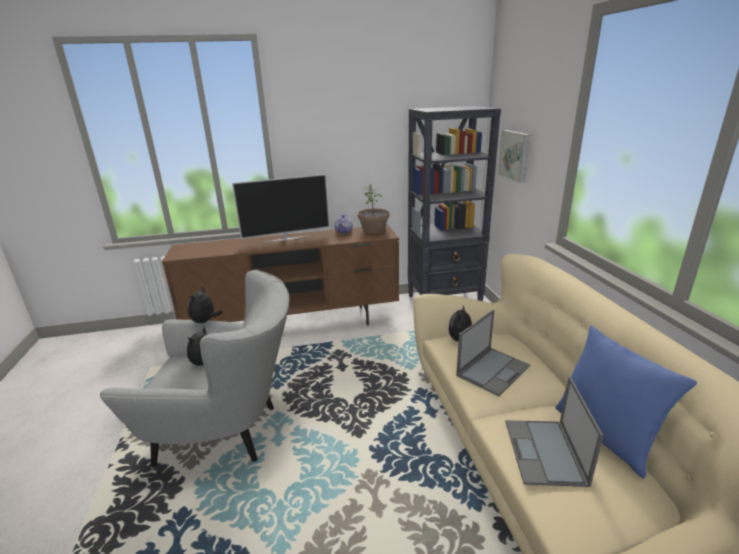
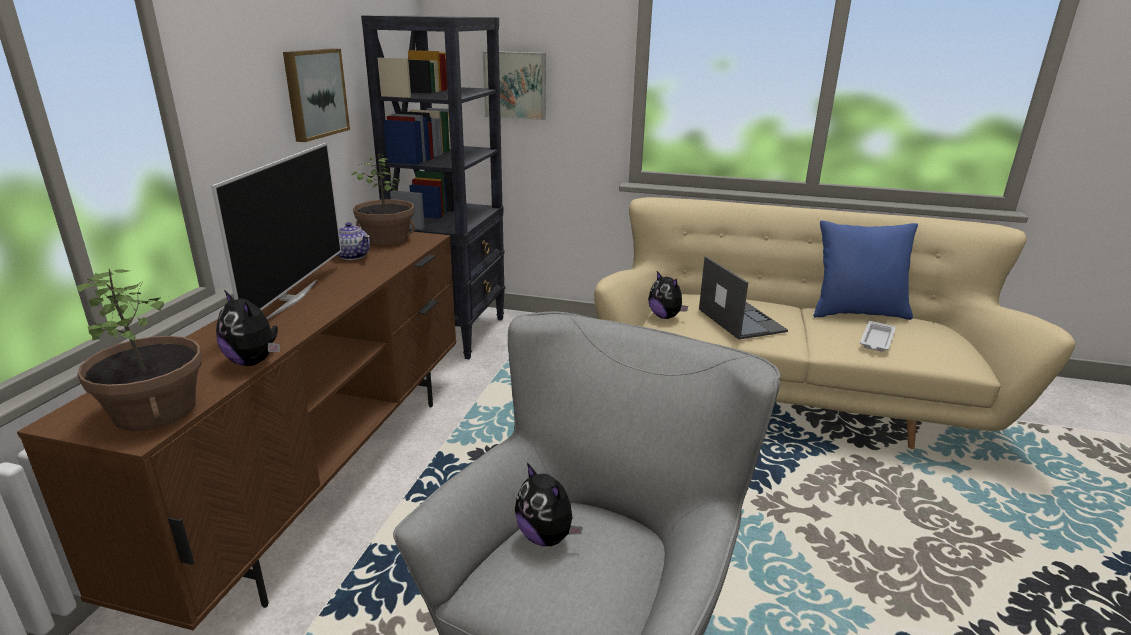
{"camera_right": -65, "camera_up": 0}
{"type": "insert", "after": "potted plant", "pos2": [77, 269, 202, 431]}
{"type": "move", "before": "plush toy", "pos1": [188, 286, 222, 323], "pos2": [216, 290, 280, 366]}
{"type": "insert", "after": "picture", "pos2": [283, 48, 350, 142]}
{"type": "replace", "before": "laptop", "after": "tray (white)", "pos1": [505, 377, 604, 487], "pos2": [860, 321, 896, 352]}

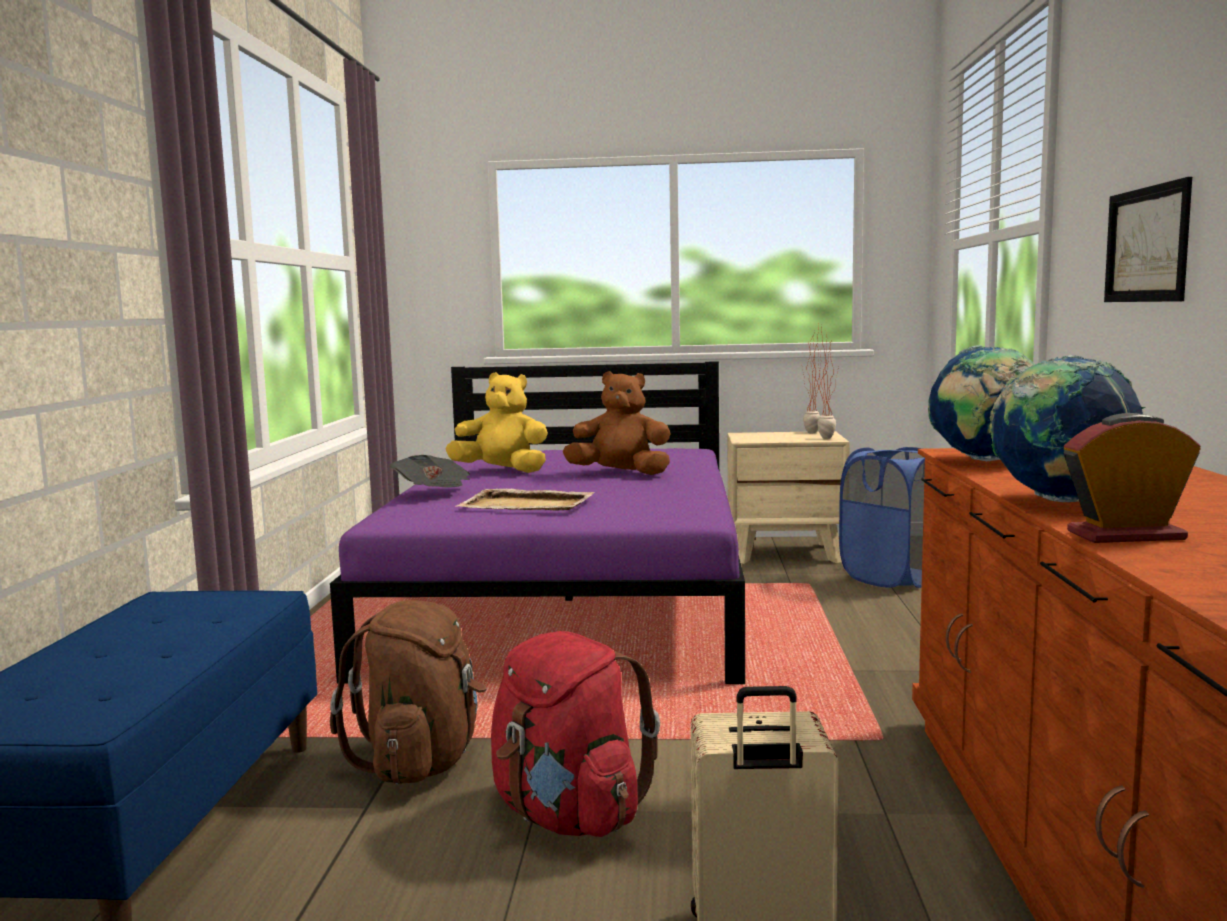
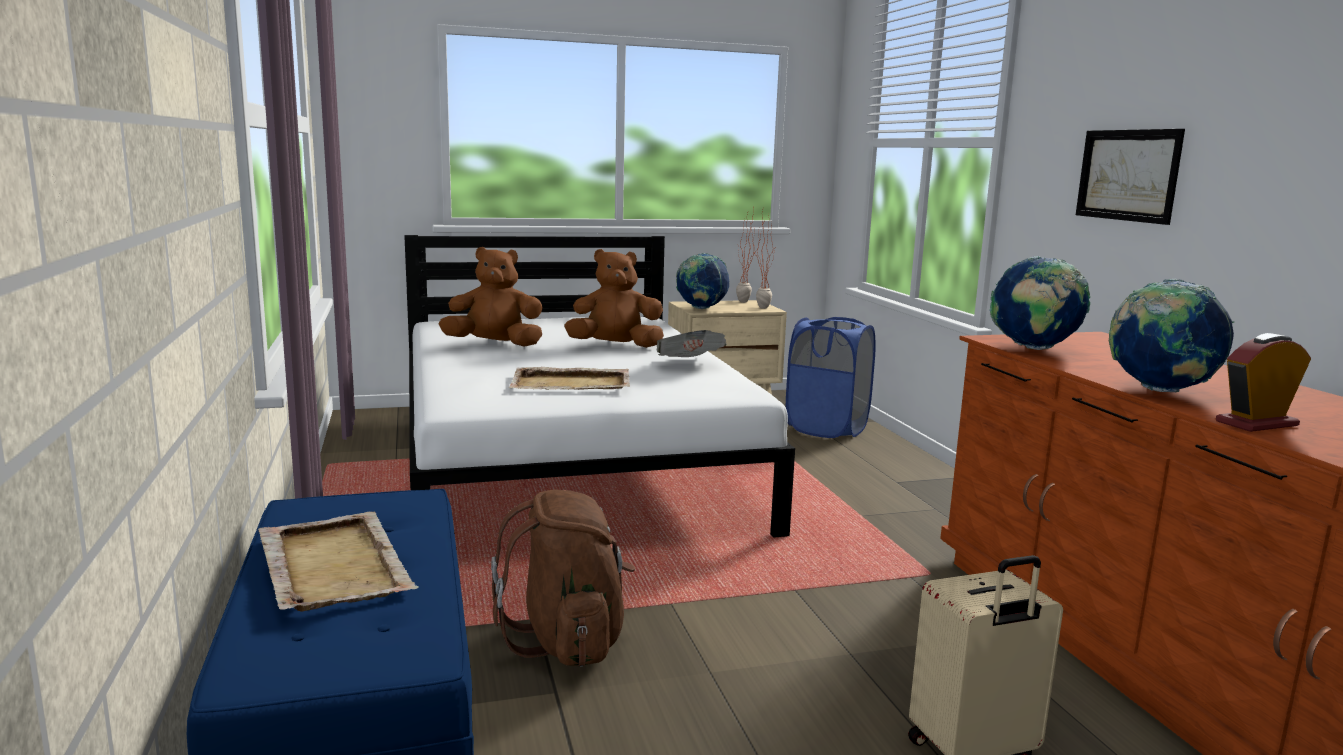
{"camera_right": -20, "camera_up": 5}
{"type": "insert", "after": "tray (beige)", "pos2": [258, 511, 419, 612]}
{"type": "recolor", "before": "bed (purple)", "after": "bed (white)", "pos1": [330, 361, 745, 684], "pos2": [404, 235, 795, 538]}
{"type": "recolor", "before": "plush toy (yellow)", "after": "plush toy (brown)", "pos1": [446, 372, 548, 473], "pos2": [439, 247, 543, 347]}
{"type": "move", "before": "newspaper", "pos1": [389, 455, 470, 488], "pos2": [657, 330, 727, 357]}
{"type": "insert", "after": "globe", "pos2": [676, 253, 729, 309]}
{"type": "delete", "before": "backpack (red)", "pos1": [491, 631, 660, 837]}

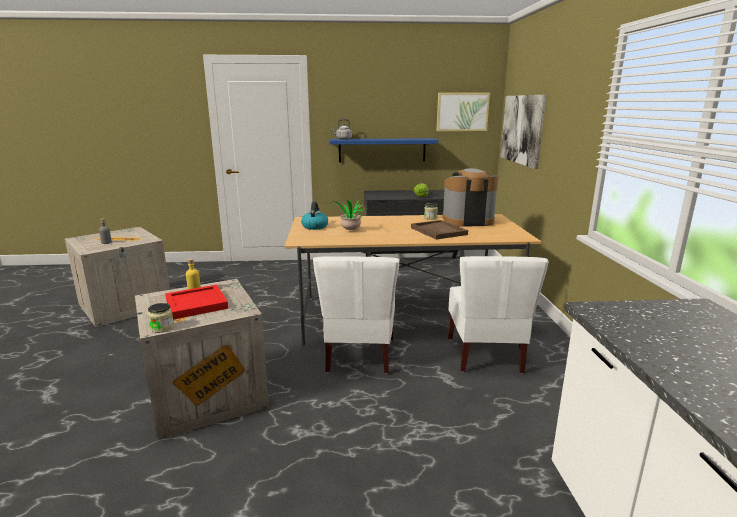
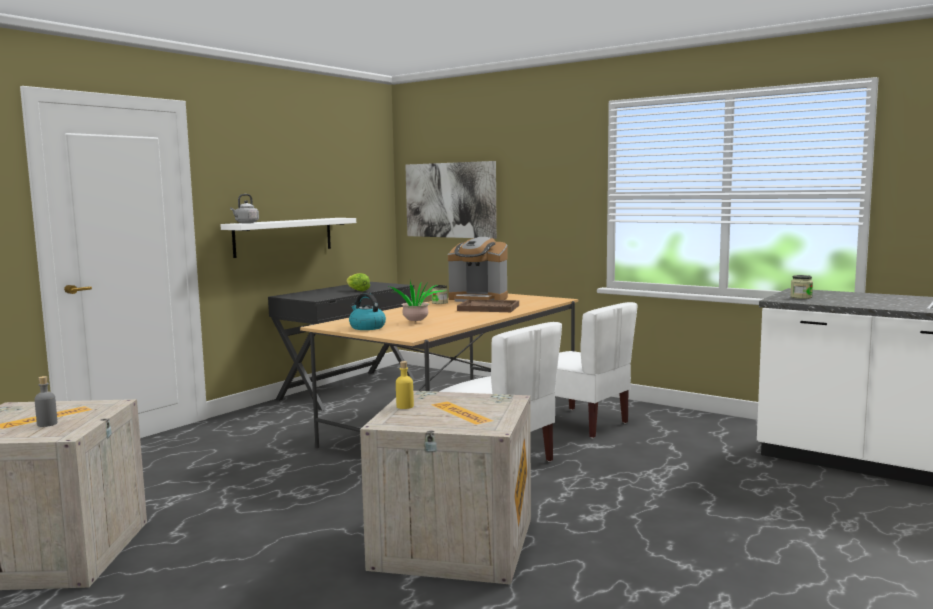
{"camera_right": -50, "camera_up": -10}
{"type": "recolor", "before": "shelf (blue)", "after": "shelf (white)", "pos1": [330, 138, 438, 162], "pos2": [220, 218, 356, 258]}
{"type": "rotate", "before": "coffee machine", "pos1": [443, 168, 499, 227], "pos2": [448, 237, 508, 302], "turn": -105}
{"type": "move", "before": "jar", "pos1": [148, 303, 174, 333], "pos2": [790, 275, 813, 299]}
{"type": "delete", "before": "tray (red)", "pos1": [165, 285, 229, 320]}
{"type": "delete", "before": "picture", "pos1": [436, 93, 490, 131]}

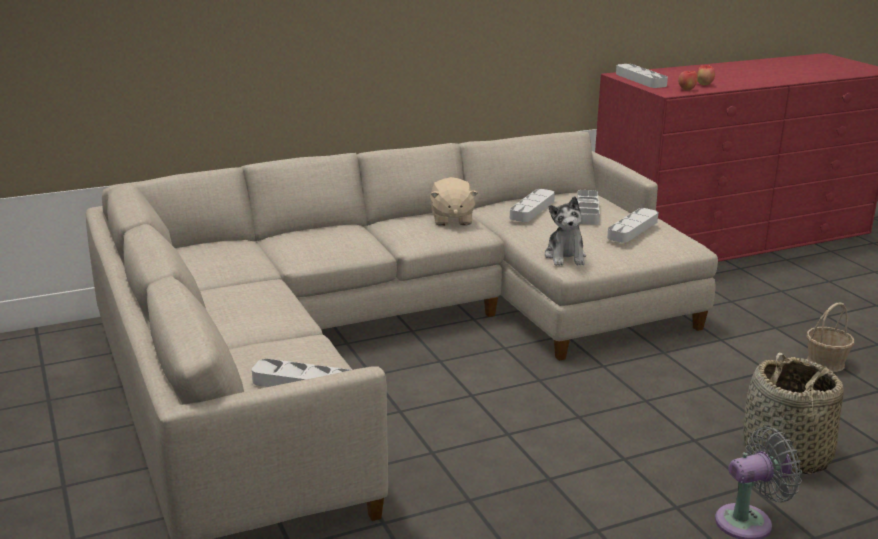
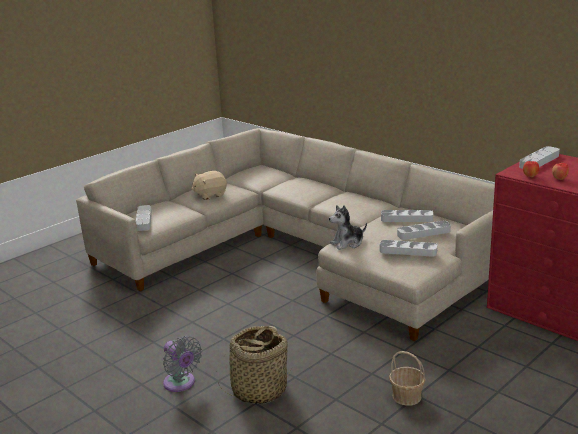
{"camera_right": 70, "camera_up": 0}
{"type": "move", "before": "plush toy (beige)", "pos1": [430, 177, 478, 226], "pos2": [191, 171, 227, 200]}

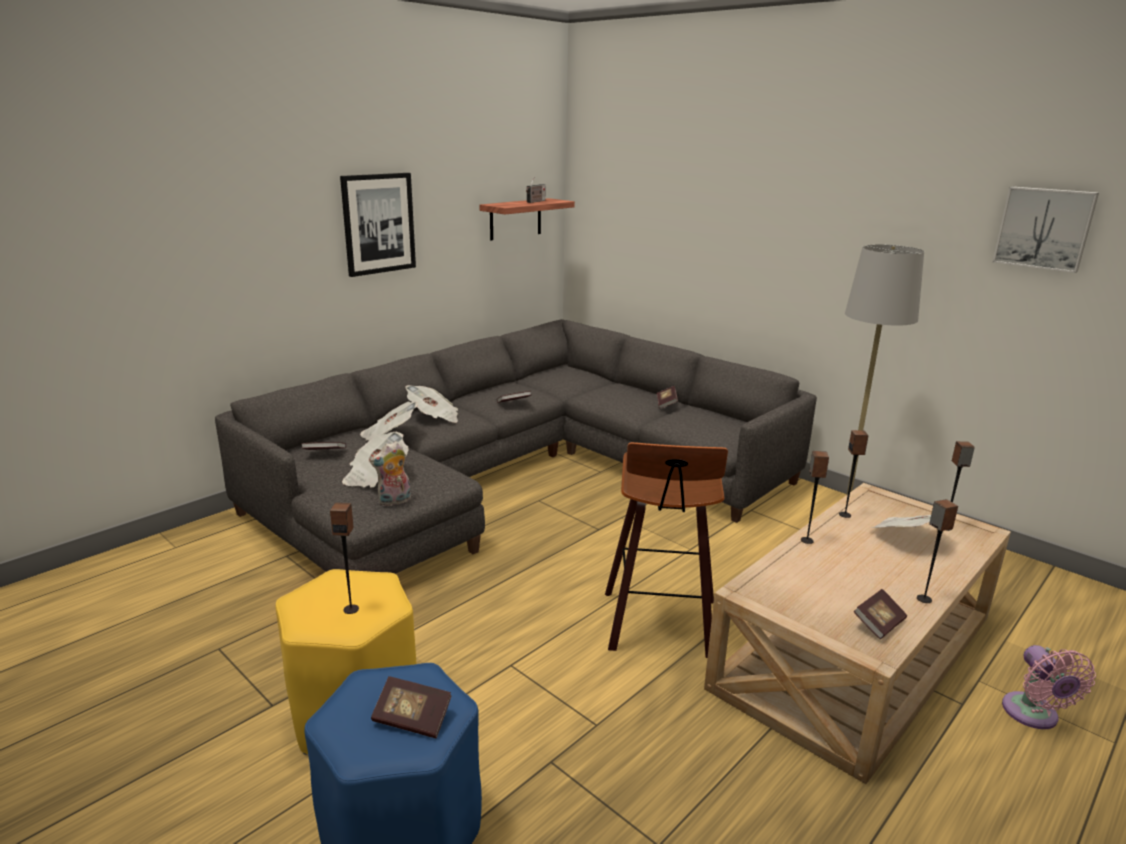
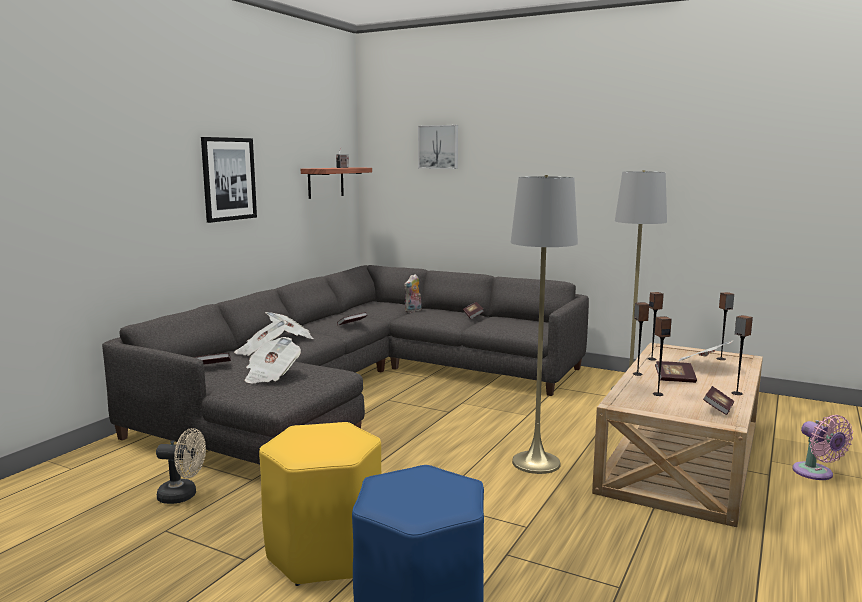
{"camera_right": -15, "camera_up": -10}
{"type": "insert", "after": "fan (beige)", "pos2": [156, 428, 206, 504]}
{"type": "move", "before": "plush toy", "pos1": [370, 441, 411, 506], "pos2": [404, 274, 422, 313]}
{"type": "move", "before": "picture", "pos1": [993, 187, 1099, 273], "pos2": [418, 125, 458, 169]}
{"type": "replace", "before": "stool", "after": "floor lamp (grey)", "pos1": [605, 442, 728, 658], "pos2": [511, 175, 578, 474]}
{"type": "move", "before": "speaker", "pos1": [330, 502, 359, 614], "pos2": [653, 316, 672, 396]}
{"type": "move", "before": "book", "pos1": [371, 676, 452, 738], "pos2": [655, 361, 697, 383]}

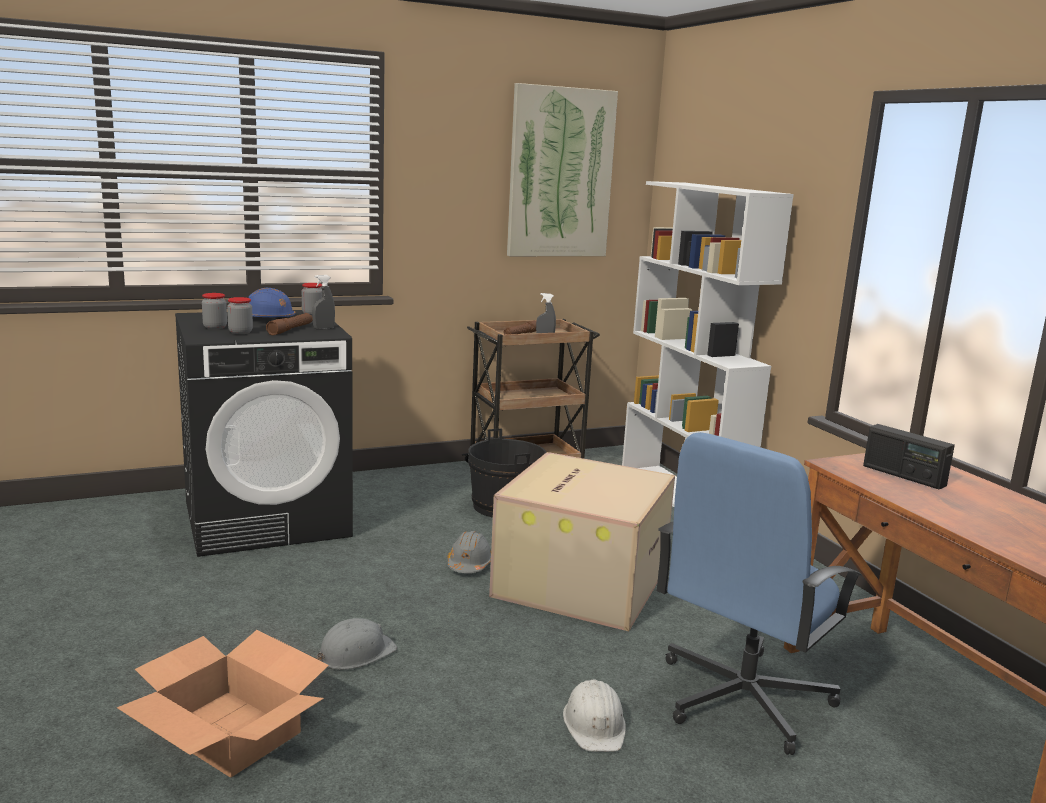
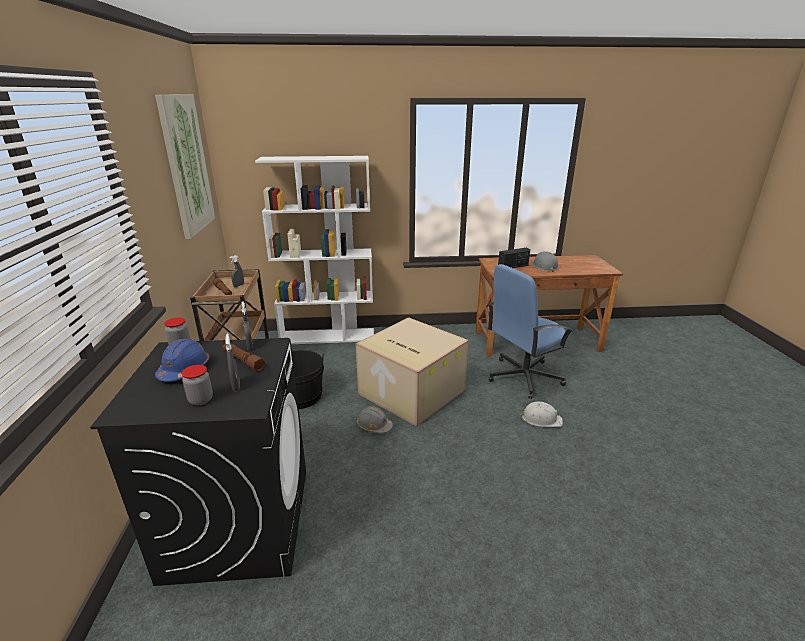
{"camera_right": -70, "camera_up": 10}
{"type": "replace", "before": "jar", "after": "spray bottle (grey)", "pos1": [227, 297, 253, 334], "pos2": [225, 334, 240, 392]}
{"type": "rotate", "before": "office chair (blue)", "pos1": [657, 432, 863, 755], "pos2": [488, 264, 573, 399], "turn": 90}
{"type": "move", "before": "hard hat (grey)", "pos1": [316, 618, 397, 669], "pos2": [531, 251, 559, 272]}
{"type": "delete", "before": "cardboard box", "pos1": [117, 630, 329, 778]}

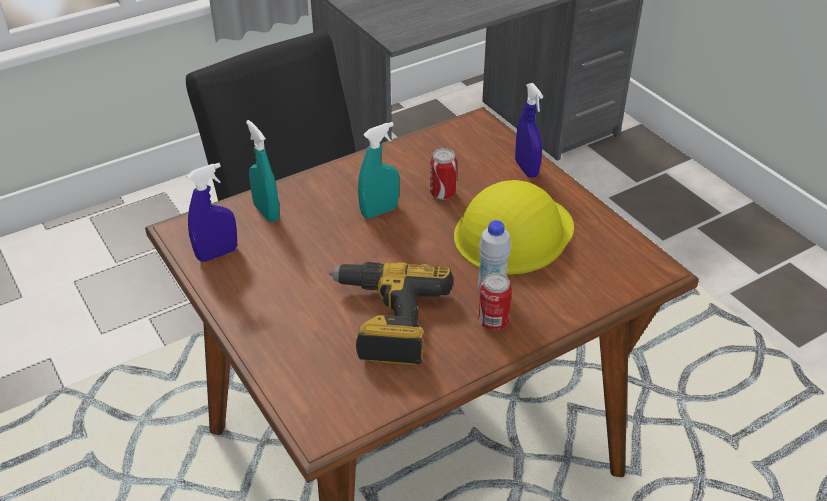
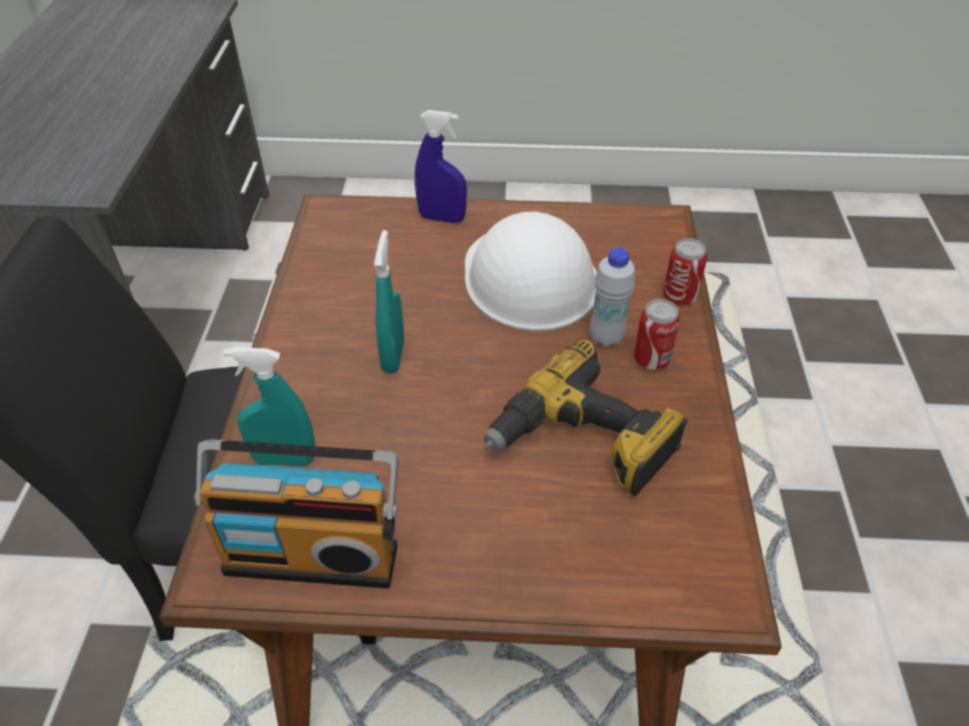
{"camera_right": -55, "camera_up": 5}
{"type": "replace", "before": "spray bottle (blue)", "after": "radio", "pos1": [187, 163, 237, 262], "pos2": [194, 440, 399, 589]}
{"type": "recolor", "before": "hard hat (yellow)", "after": "hard hat (white)", "pos1": [454, 180, 574, 274], "pos2": [465, 212, 597, 331]}
{"type": "move", "before": "can", "pos1": [430, 148, 457, 200], "pos2": [663, 238, 707, 306]}

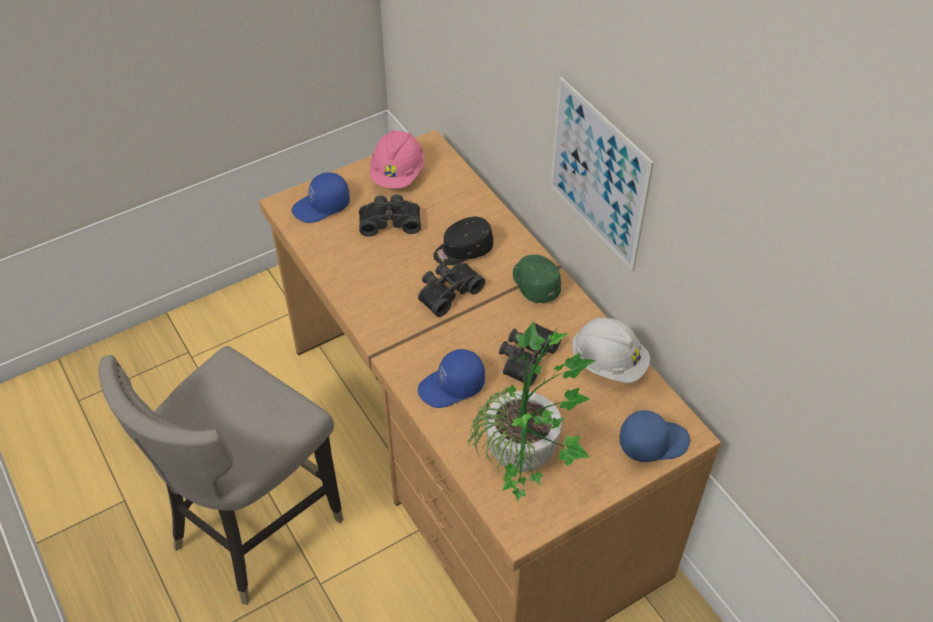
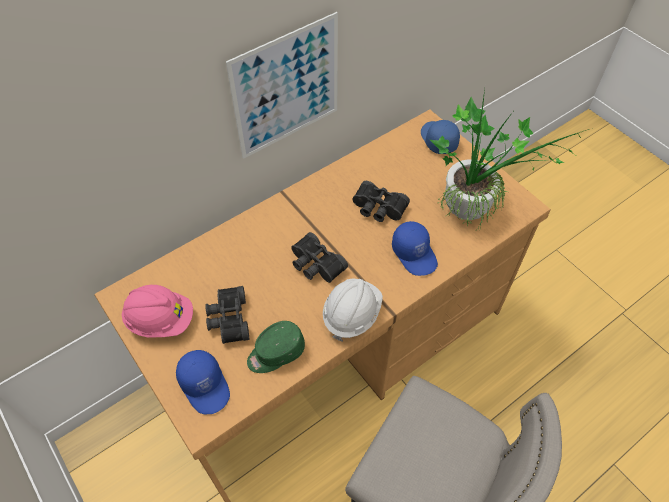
{"camera_right": -95, "camera_up": 5}
{"type": "move", "before": "cap (green)", "pos1": [513, 254, 561, 303], "pos2": [247, 321, 305, 373]}
{"type": "move", "before": "hard hat (white)", "pos1": [571, 318, 650, 383], "pos2": [323, 278, 383, 342]}
{"type": "delete", "before": "cap (black)", "pos1": [433, 217, 493, 265]}

